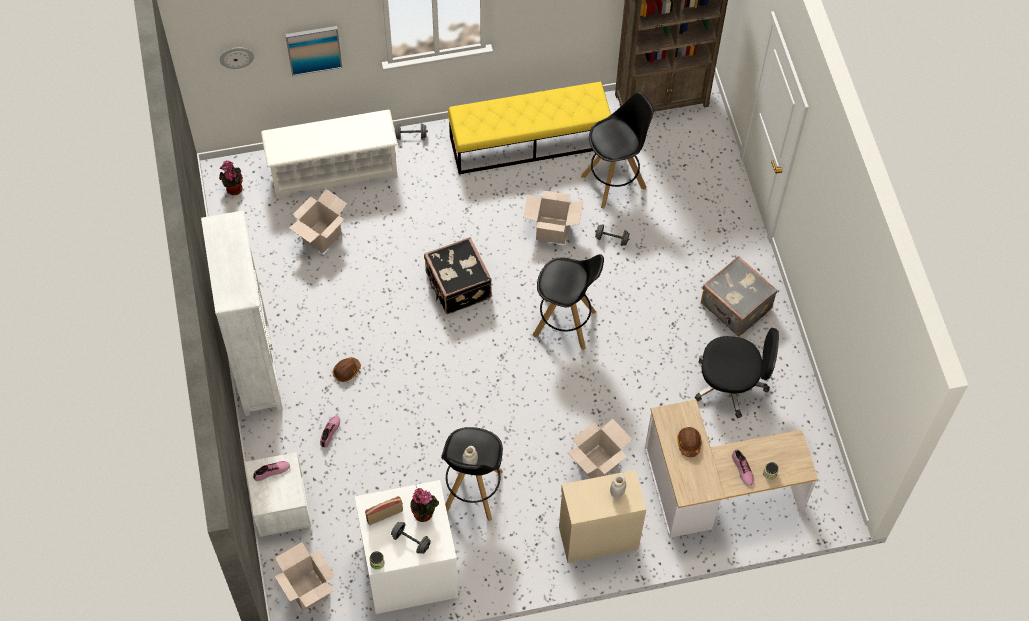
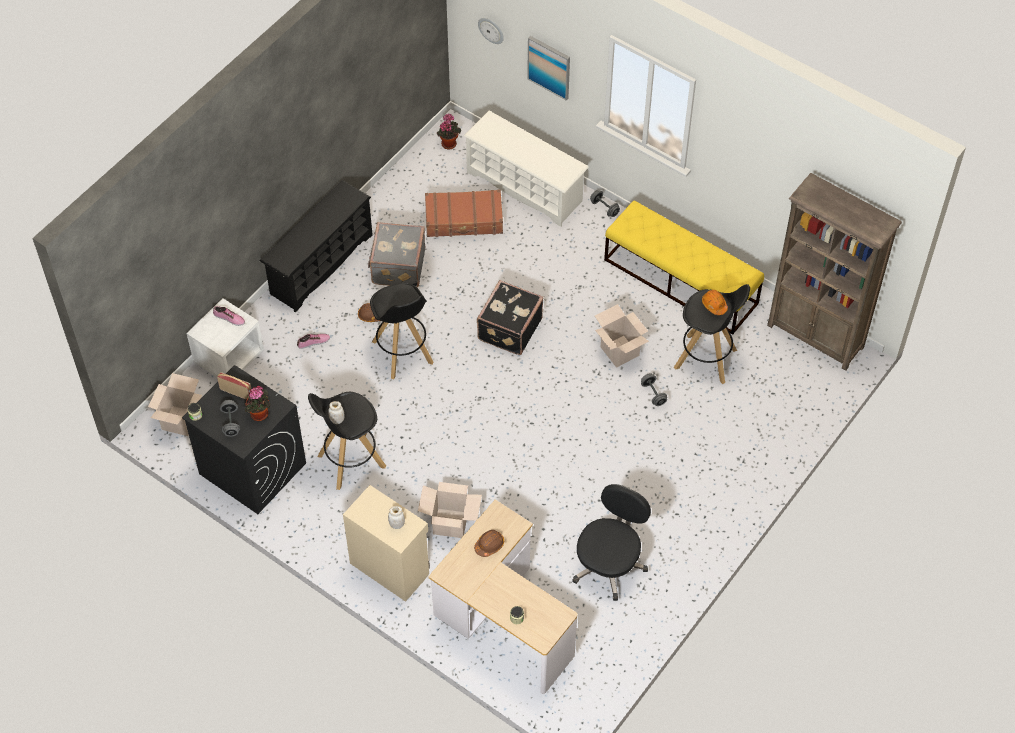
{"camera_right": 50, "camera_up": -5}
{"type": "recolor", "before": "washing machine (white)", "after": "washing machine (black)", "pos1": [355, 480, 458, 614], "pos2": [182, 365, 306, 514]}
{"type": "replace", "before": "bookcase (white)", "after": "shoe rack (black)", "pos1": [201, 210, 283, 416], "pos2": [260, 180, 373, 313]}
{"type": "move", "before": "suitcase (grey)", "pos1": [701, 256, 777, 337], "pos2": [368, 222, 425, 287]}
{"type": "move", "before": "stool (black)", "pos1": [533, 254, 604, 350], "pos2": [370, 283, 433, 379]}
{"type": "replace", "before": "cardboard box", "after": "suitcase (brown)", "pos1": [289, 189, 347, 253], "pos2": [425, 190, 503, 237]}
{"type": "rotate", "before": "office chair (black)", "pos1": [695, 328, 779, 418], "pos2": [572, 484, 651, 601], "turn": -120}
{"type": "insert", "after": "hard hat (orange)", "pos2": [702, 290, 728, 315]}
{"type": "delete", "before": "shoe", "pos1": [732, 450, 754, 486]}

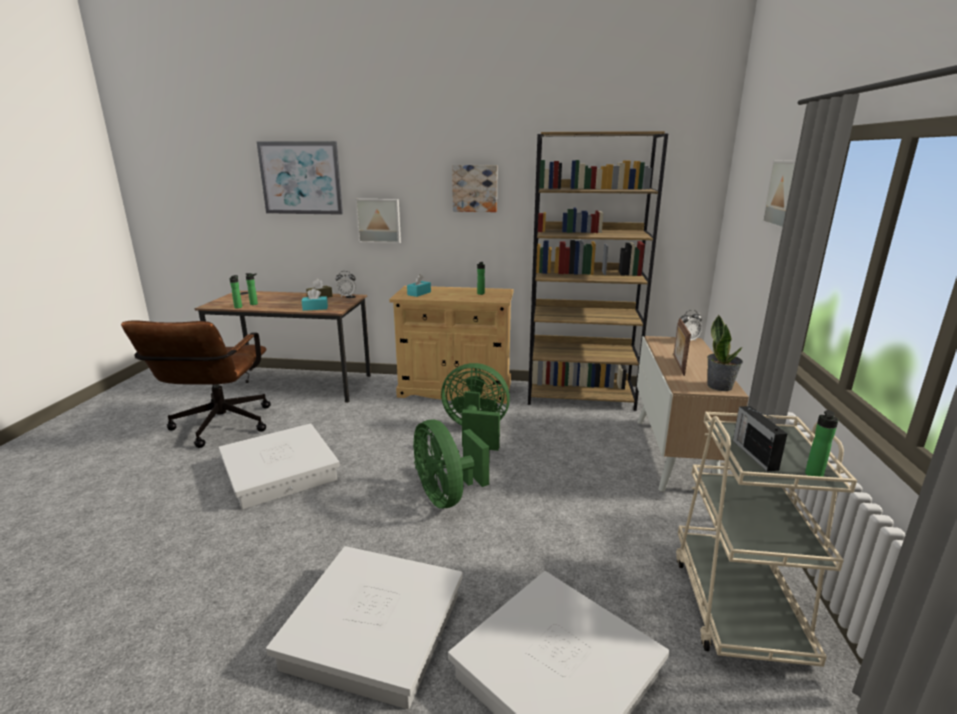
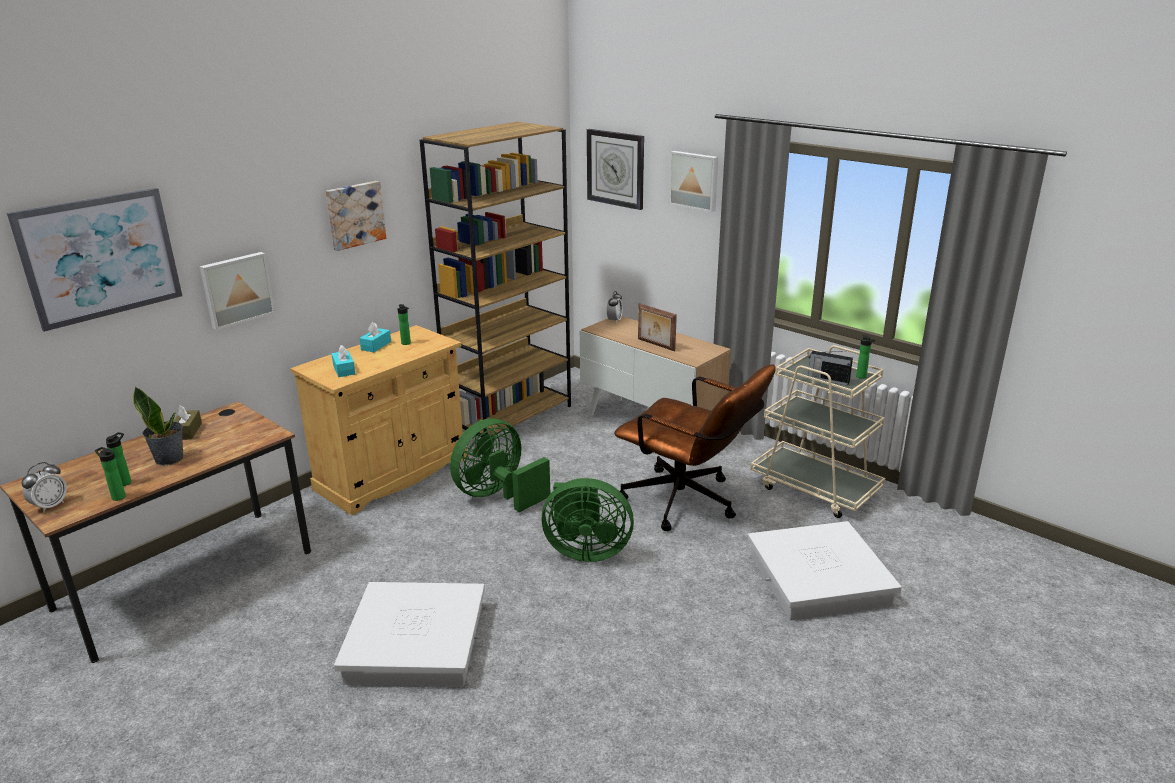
{"camera_right": -55, "camera_up": 5}
{"type": "move", "before": "alarm clock", "pos1": [336, 271, 356, 297], "pos2": [22, 462, 67, 513]}
{"type": "move", "before": "potted plant", "pos1": [707, 314, 743, 391], "pos2": [133, 387, 183, 465]}
{"type": "move", "before": "tissue box (turquoise)", "pos1": [302, 288, 328, 311], "pos2": [359, 322, 391, 352]}
{"type": "insert", "after": "wall clock", "pos2": [587, 129, 644, 210]}
{"type": "move", "before": "office chair (brown)", "pos1": [121, 320, 270, 448], "pos2": [614, 364, 776, 531]}
{"type": "delete", "before": "storage box (white)", "pos1": [266, 546, 463, 709]}

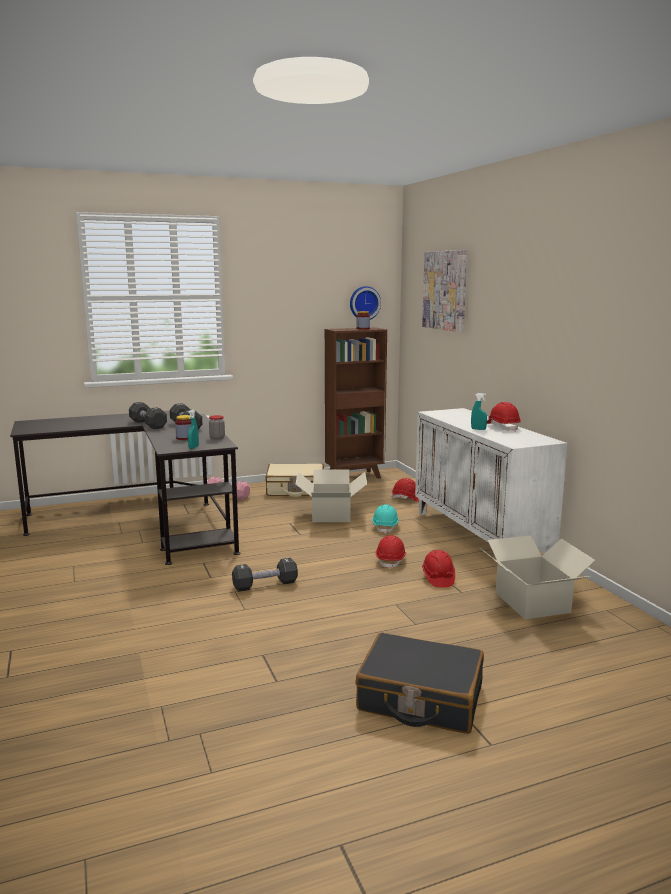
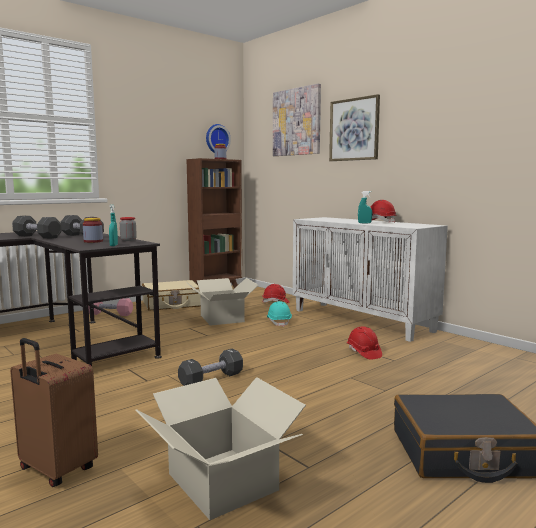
{"camera_right": -20, "camera_up": -5}
{"type": "insert", "after": "suitcase (brown)", "pos2": [10, 338, 98, 487]}
{"type": "move", "before": "cardboard box", "pos1": [480, 535, 596, 619], "pos2": [136, 377, 306, 520]}
{"type": "insert", "after": "picture", "pos2": [329, 94, 380, 161]}
{"type": "delete", "before": "hard hat (red)", "pos1": [376, 535, 406, 569]}

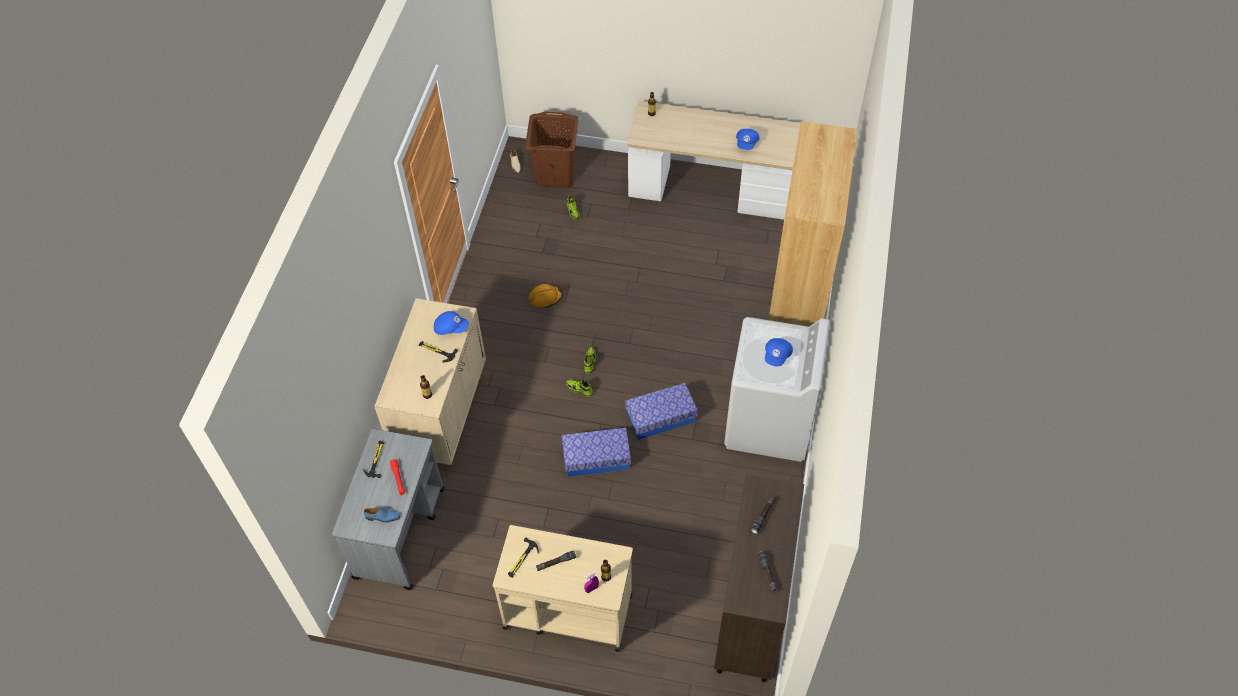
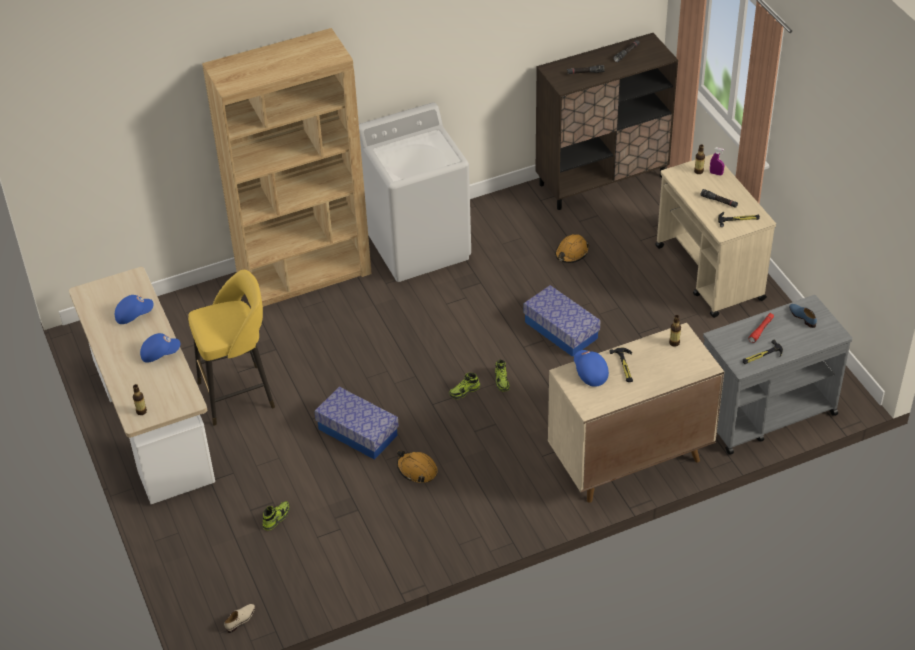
{"camera_right": -125, "camera_up": -10}
{"type": "move", "before": "cap (blue)", "pos1": [765, 338, 793, 366], "pos2": [140, 333, 180, 362]}
{"type": "insert", "after": "stool (yellow)", "pos2": [188, 270, 275, 426]}
{"type": "move", "before": "storage box", "pos1": [625, 383, 698, 440], "pos2": [314, 387, 399, 460]}
{"type": "insert", "after": "hard hat (orange)", "pos2": [555, 234, 589, 263]}
{"type": "delete", "before": "laundry basket (brown)", "pos1": [525, 112, 579, 188]}

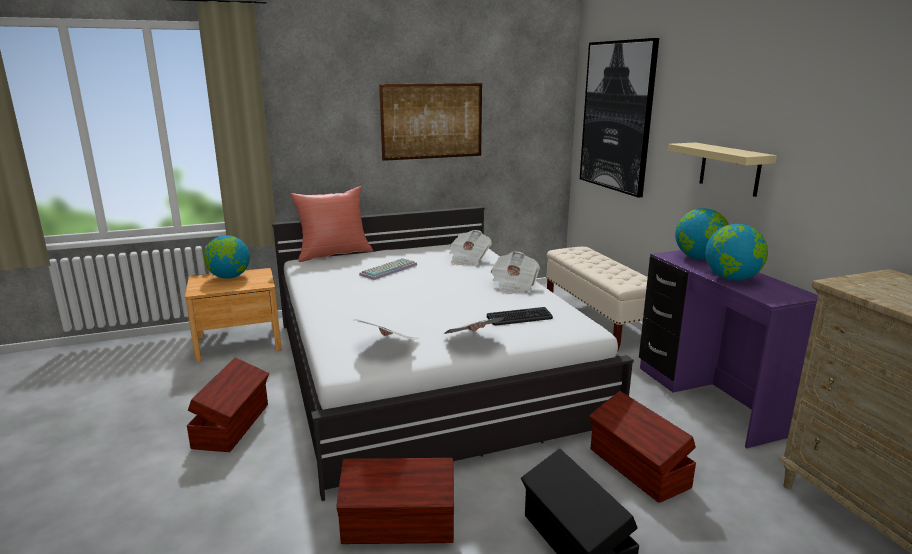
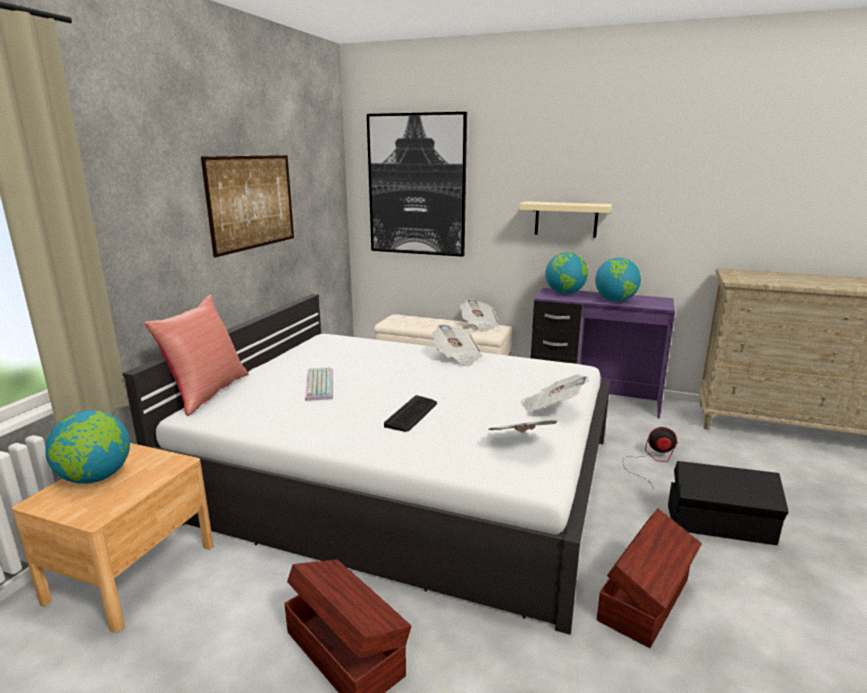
{"camera_right": -50, "camera_up": 0}
{"type": "move", "before": "keyboard", "pos1": [487, 307, 553, 325], "pos2": [384, 395, 437, 432]}
{"type": "move", "before": "newspaper", "pos1": [449, 230, 492, 265], "pos2": [460, 299, 499, 332]}
{"type": "replace", "before": "storage box (brown)", "after": "fan", "pos1": [589, 391, 696, 503], "pos2": [622, 427, 678, 490]}

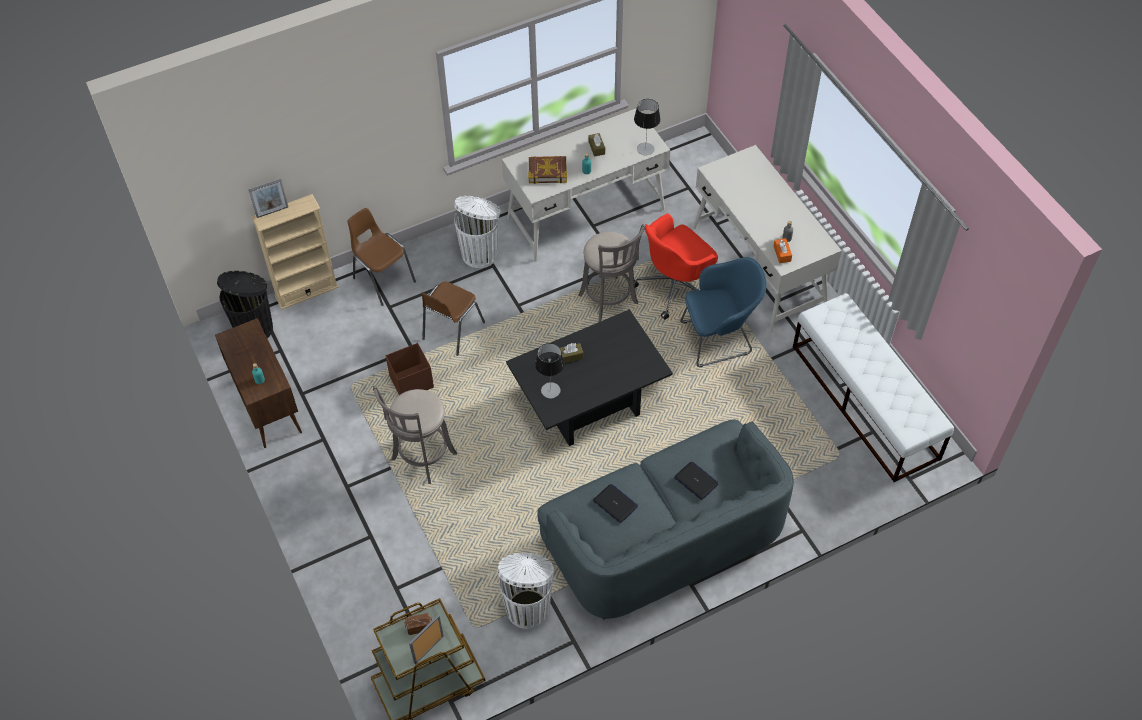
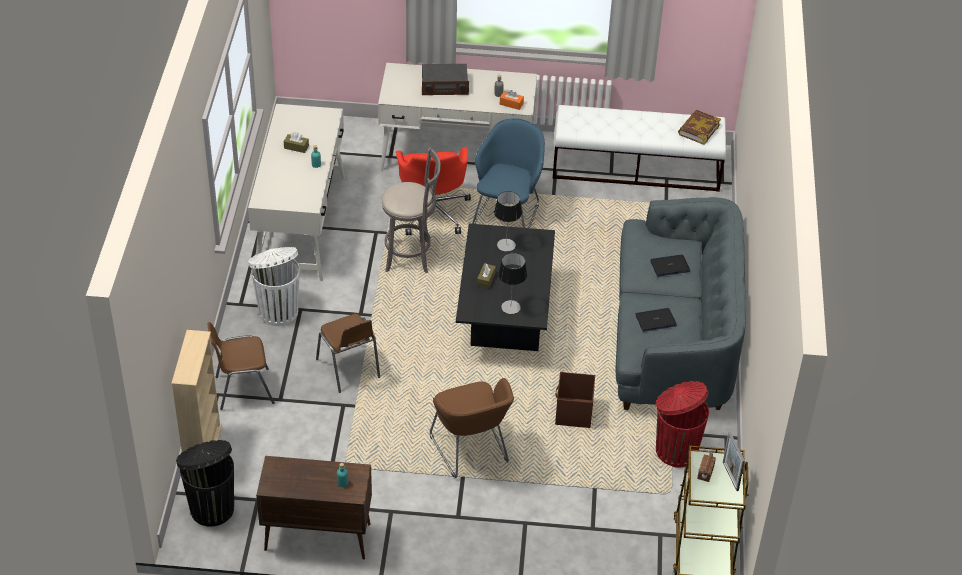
{"camera_right": -60, "camera_up": -10}
{"type": "insert", "after": "radio", "pos2": [422, 64, 469, 95]}
{"type": "replace", "before": "stool (grey)", "after": "armchair (brown)", "pos1": [373, 386, 457, 484], "pos2": [430, 378, 514, 478]}
{"type": "move", "before": "table lamp", "pos1": [634, 99, 661, 155], "pos2": [494, 191, 522, 252]}
{"type": "move", "before": "storage box (brown)", "pos1": [385, 343, 434, 395], "pos2": [555, 372, 595, 428]}
{"type": "recolor", "before": "trash can (white)", "after": "trash can (red)", "pos1": [498, 552, 554, 629], "pos2": [656, 381, 709, 468]}
{"type": "move", "before": "book", "pos1": [528, 156, 567, 184], "pos2": [678, 110, 721, 145]}
{"type": "delete", "before": "picture frame", "pos1": [249, 179, 288, 218]}

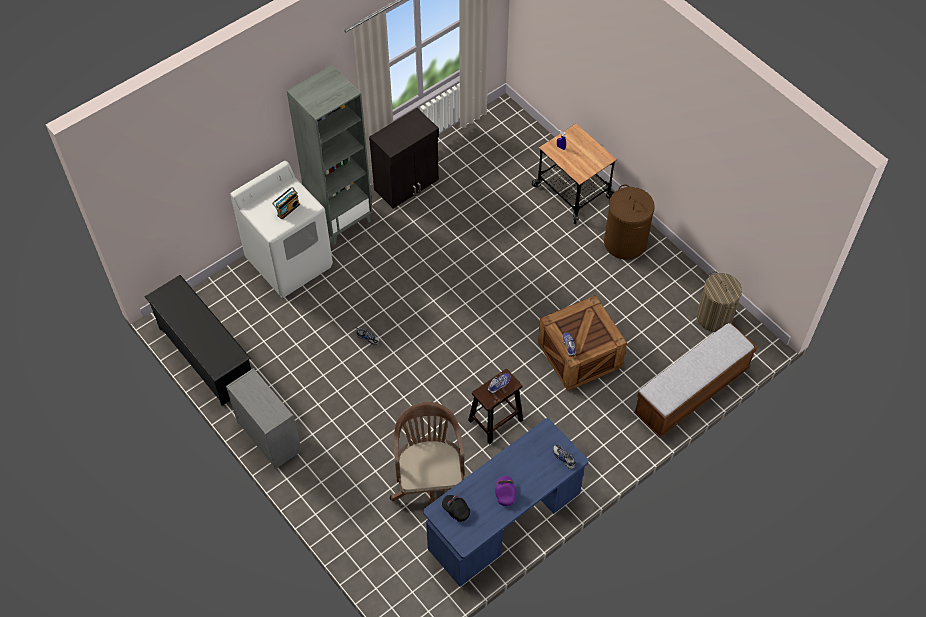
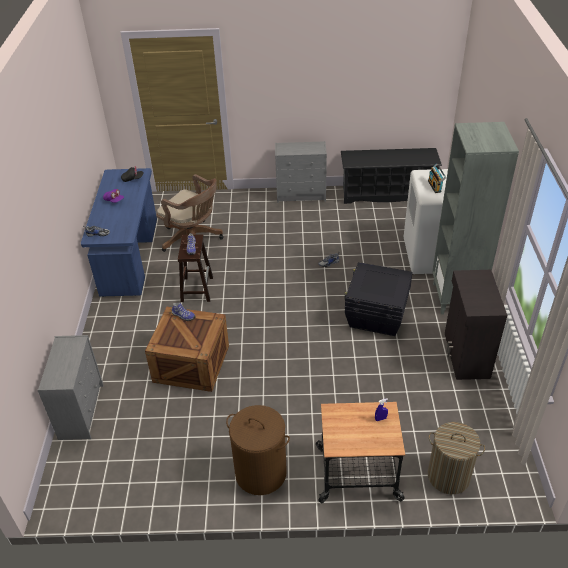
{"camera_right": 130, "camera_up": -15}
{"type": "replace", "before": "bench", "after": "dresser (grey)", "pos1": [634, 323, 757, 438], "pos2": [37, 335, 104, 440]}
{"type": "insert", "after": "storage box (black)", "pos2": [344, 262, 413, 336]}
{"type": "move", "before": "laundry basket", "pos1": [697, 271, 742, 332], "pos2": [428, 422, 485, 495]}

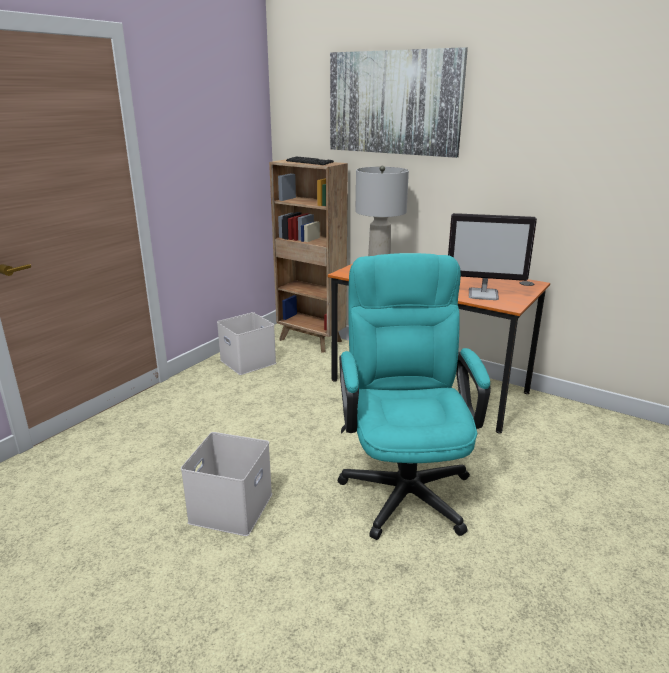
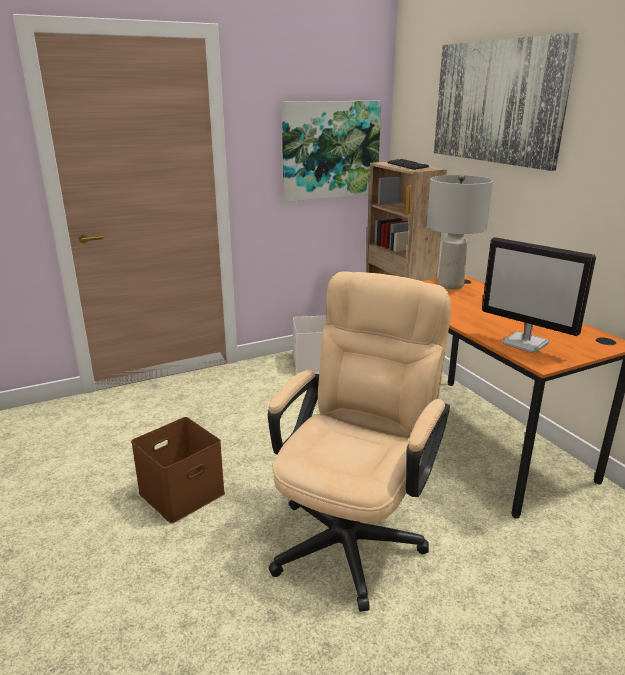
{"camera_right": 30, "camera_up": 0}
{"type": "recolor", "before": "storage box (white)", "after": "storage box (brown)", "pos1": [181, 432, 272, 536], "pos2": [131, 417, 225, 524]}
{"type": "recolor", "before": "office chair (turquoise)", "after": "office chair (beige)", "pos1": [338, 253, 491, 540], "pos2": [268, 271, 451, 612]}
{"type": "insert", "after": "picture", "pos2": [282, 101, 381, 202]}

